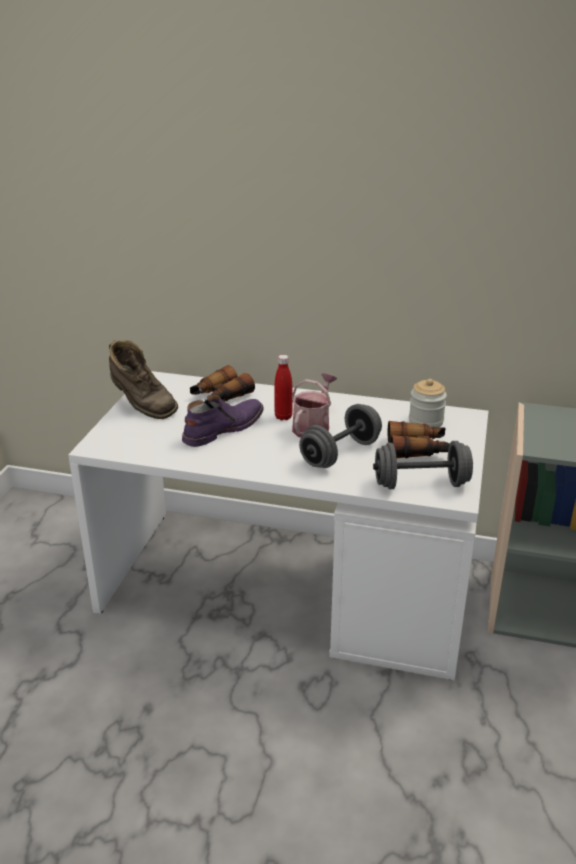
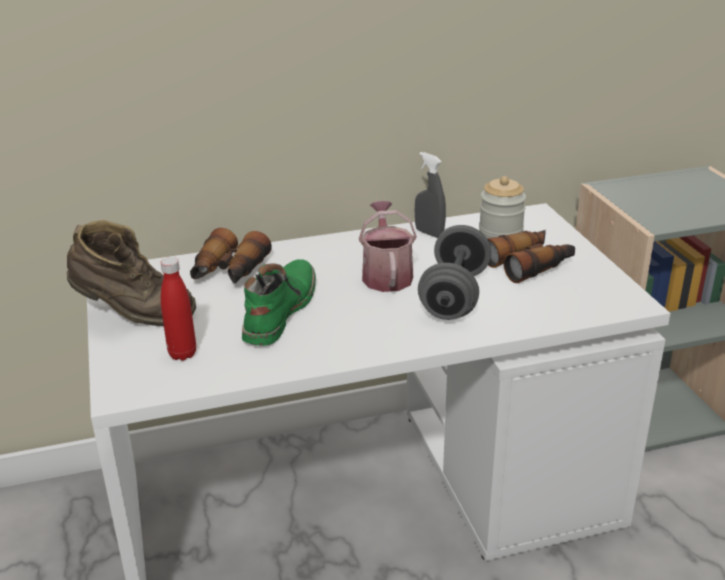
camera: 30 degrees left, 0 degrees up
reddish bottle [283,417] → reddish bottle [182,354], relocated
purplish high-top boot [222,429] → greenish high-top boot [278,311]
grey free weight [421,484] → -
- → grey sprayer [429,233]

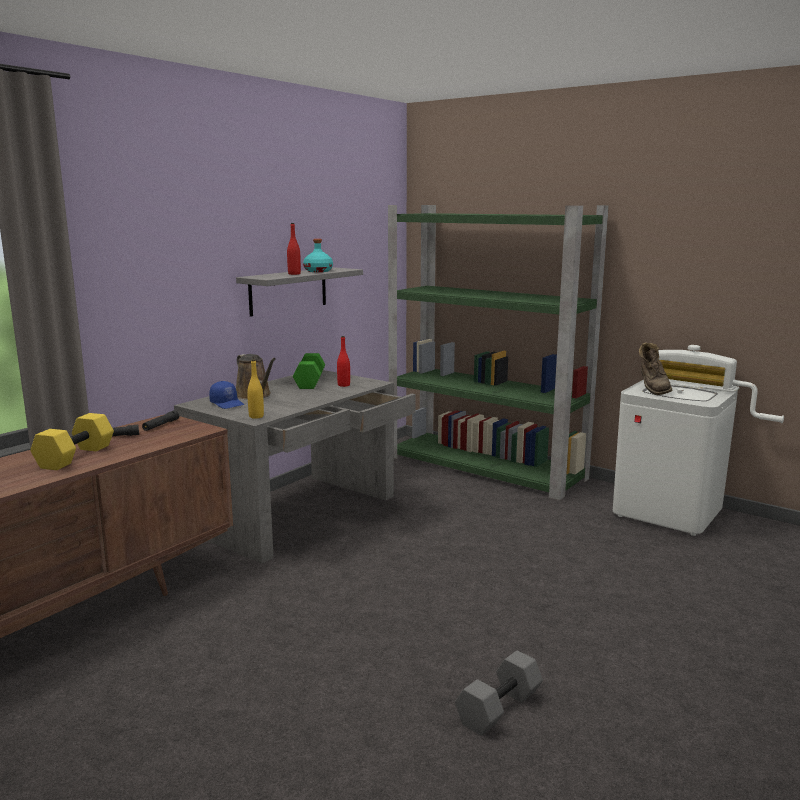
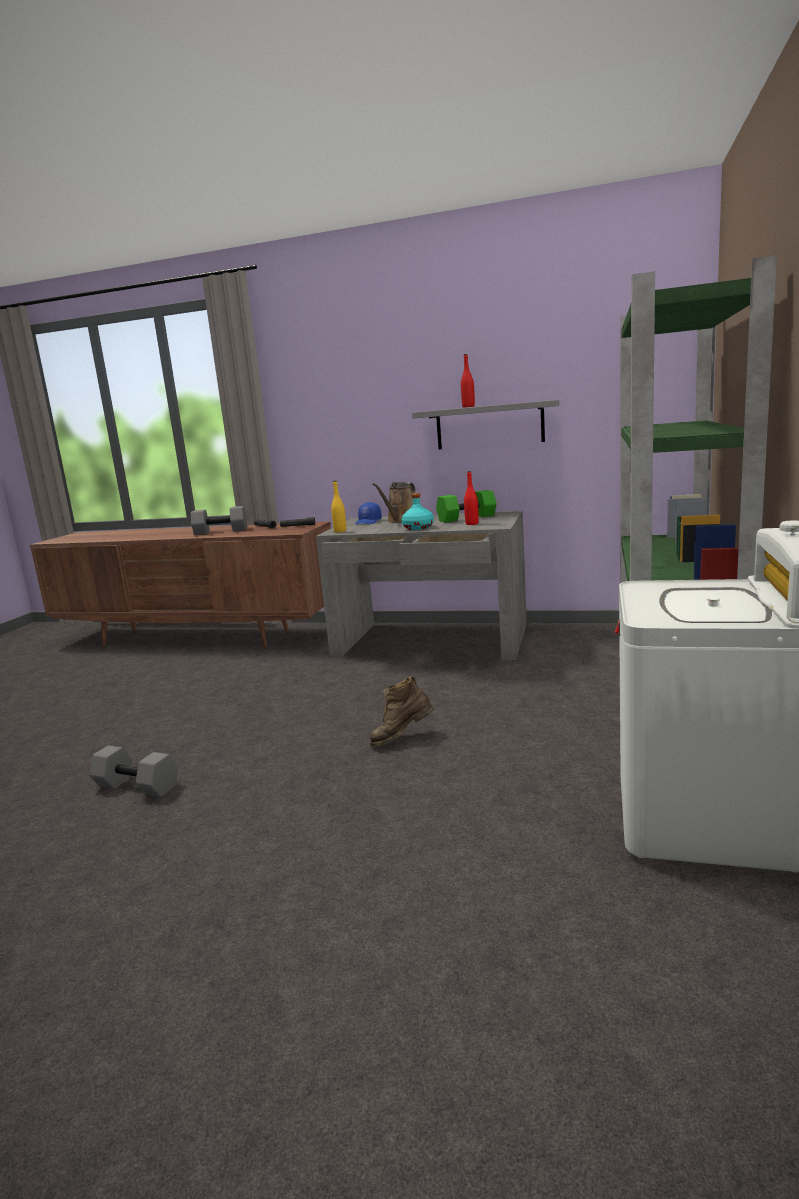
camera: 70 degrees right, 0 degrees up
turquoise bottle [318,271] → turquoise bottle [418,528], relocated
brown-coloured high-top boot [652,389] → brown-coloured high-top boot [402,738], relocated
yellowish free weight [76,457] → grey free weight [220,532]

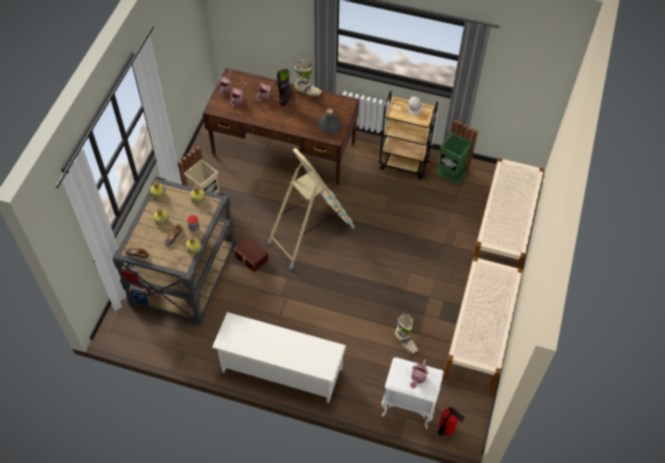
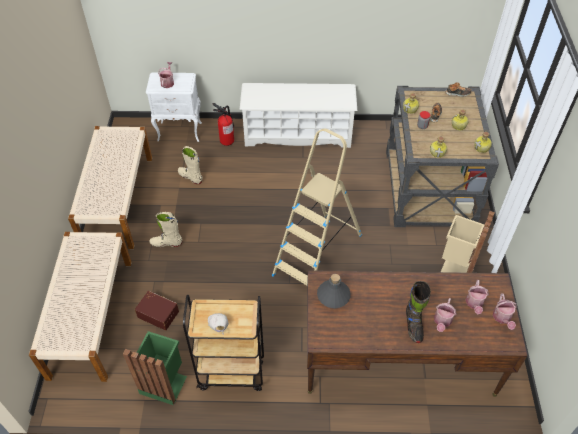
camera: 165 degrees right, 5 degrees down
beige-coloured high-top boot [308,92] → beige-coloured high-top boot [166,243], relocated
brown-coloured storage container [251,258] → brown-coloured storage container [158,313], relocated
fire extinguisher [445,431] → fire extinguisher [227,140], relocated

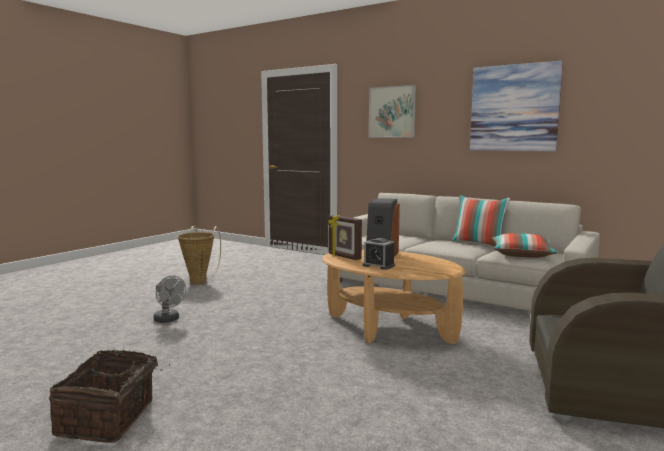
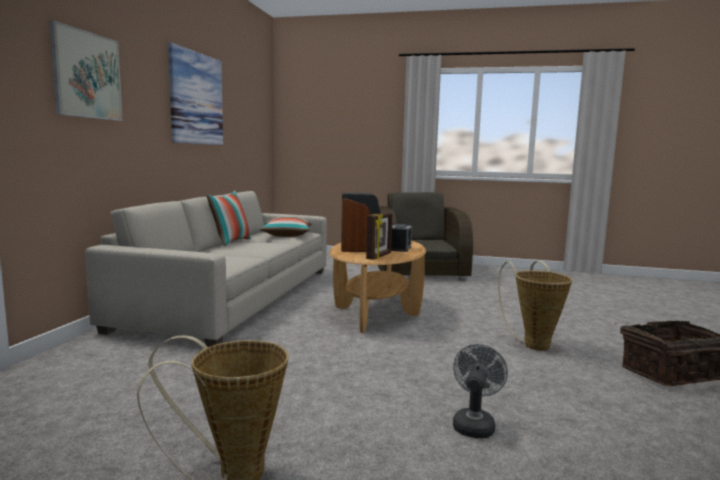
camera: 110 degrees left, 0 degrees up
- → basket [533,344]

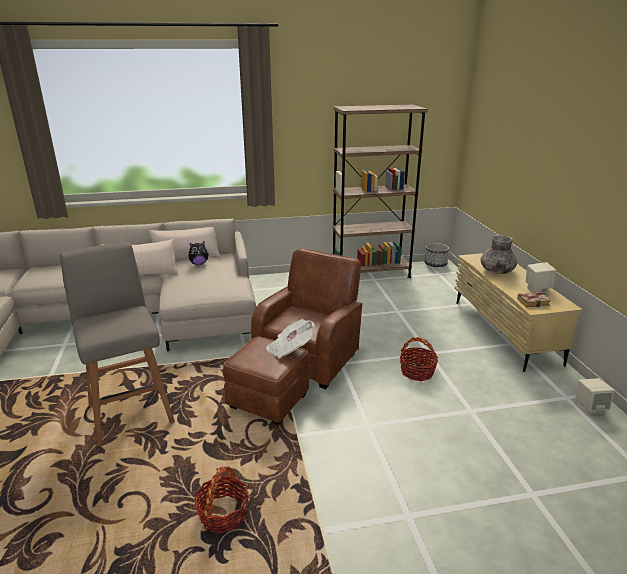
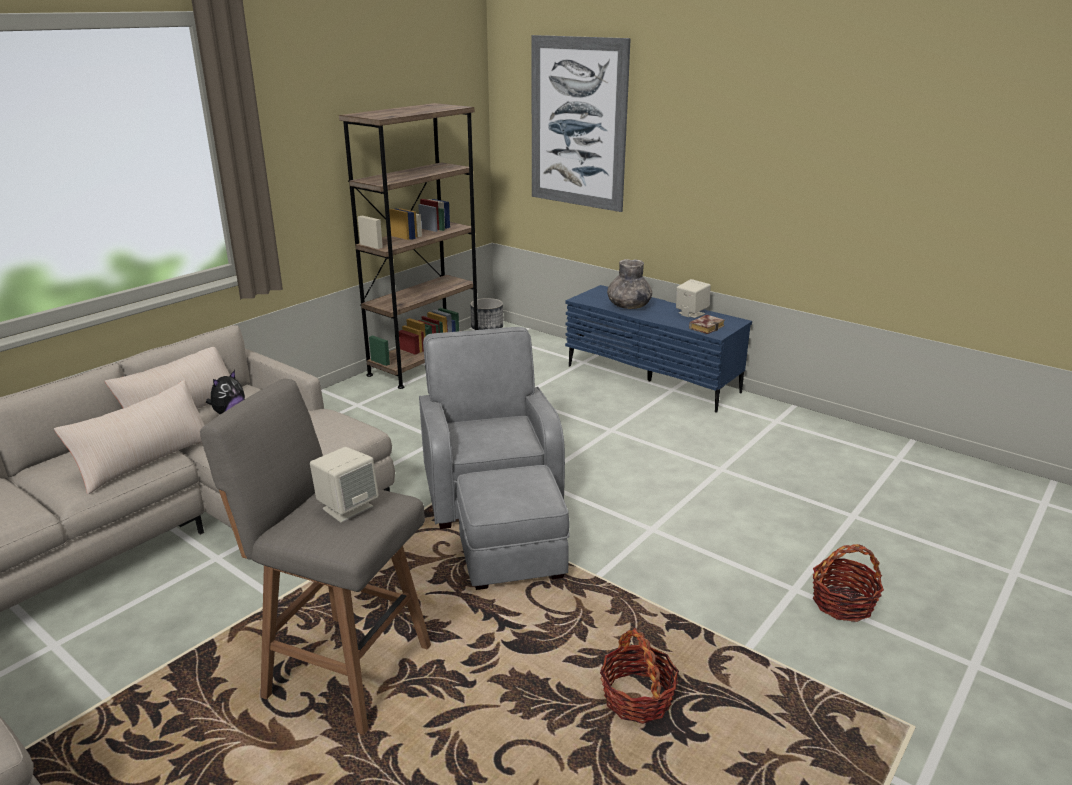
camera: 40 degrees left, 0 degrees up
brown-coloured lounge chair [297,371] → grey lounge chair [496,511]
beige-coloured tv unit [504,332] → blue-coloured tv unit [651,380]
newspaper [290,349] → -
basket [417,372] → basket [842,603], relocated
beige-coloured loudspeaker [590,408] → beige-coloured loudspeaker [347,507], relocated
- → wall picture [578,123]

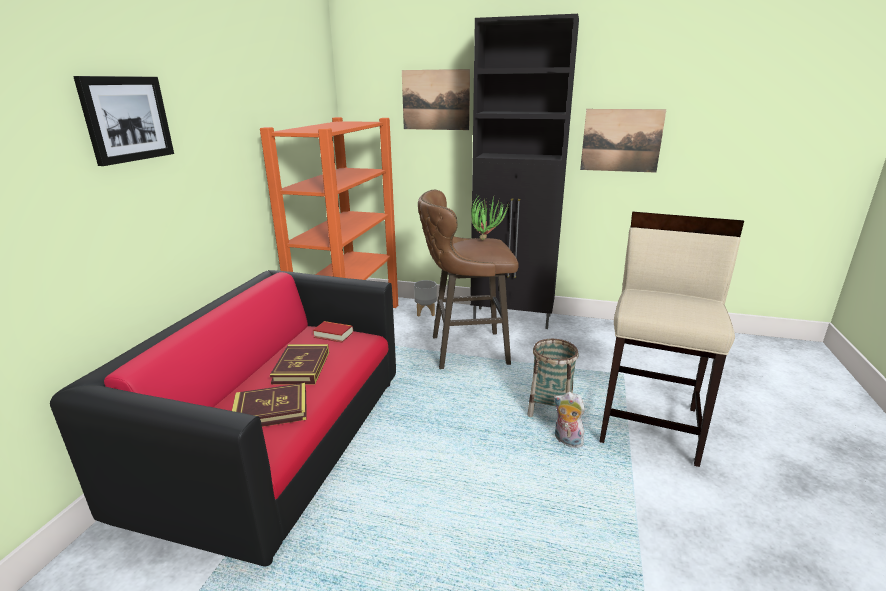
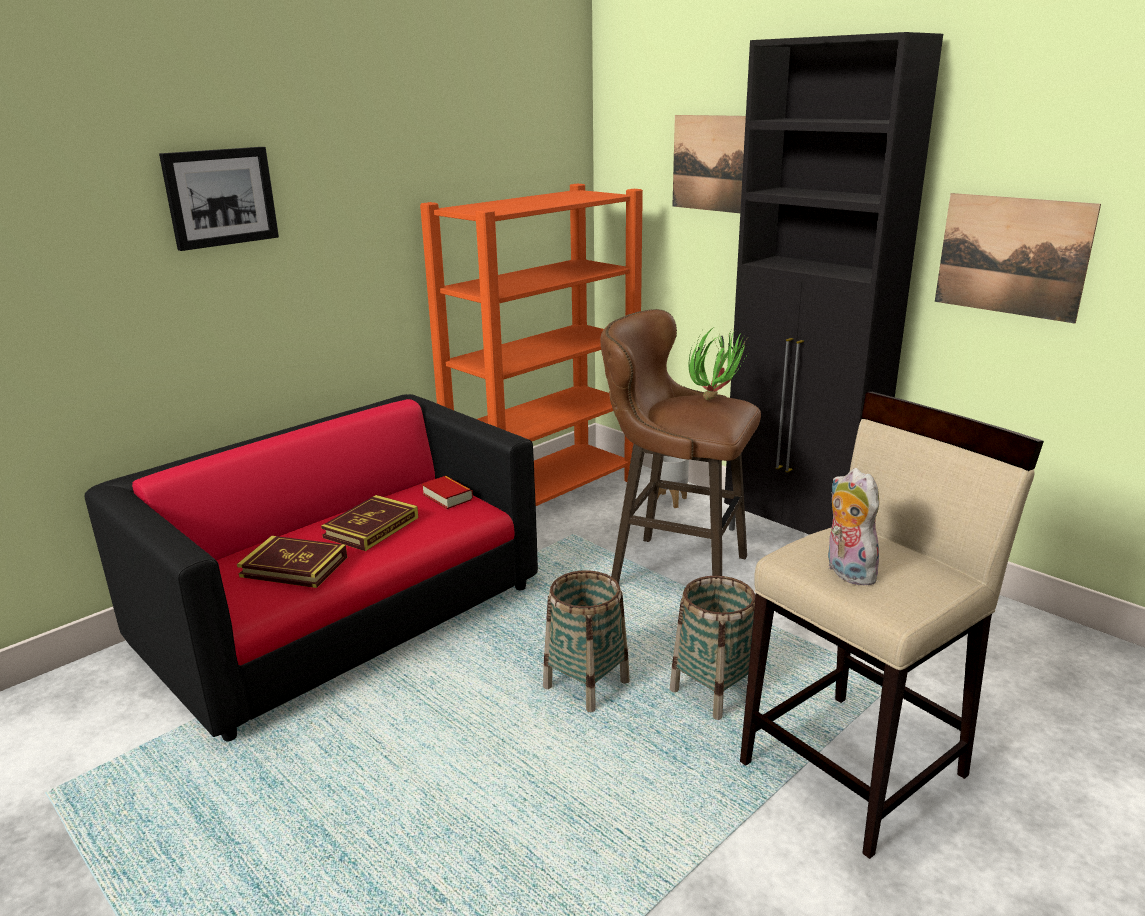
camera: 30 degrees right, 0 degrees up
cuddly toy [566,441] → cuddly toy [846,572], relocated
- → basket [586,684]

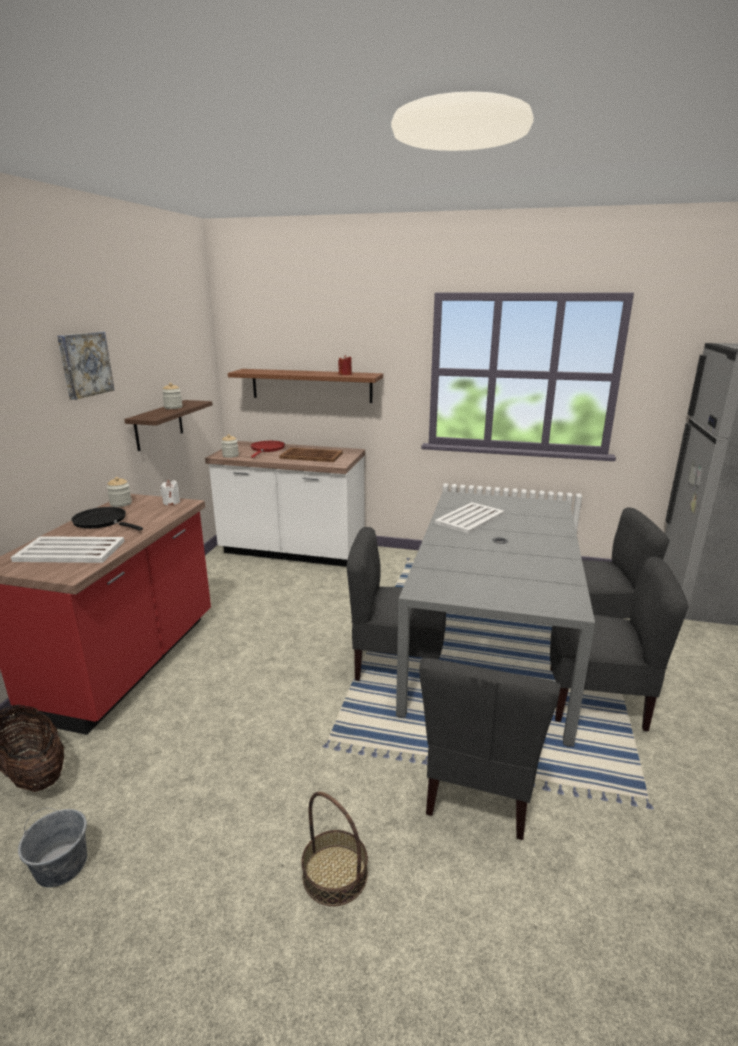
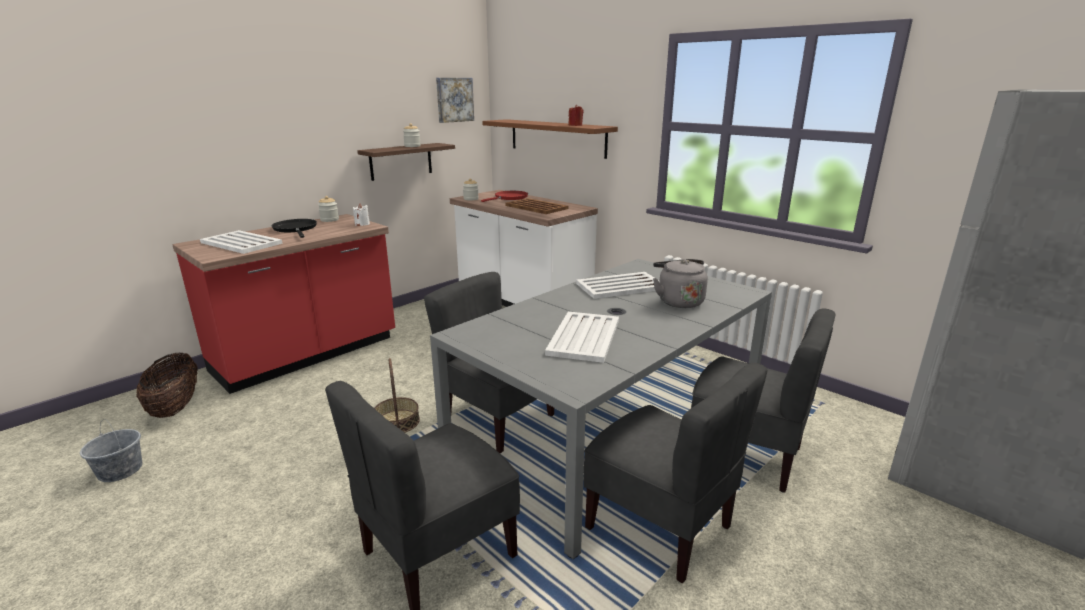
camera: 30 degrees right, 0 degrees up
wall picture [84,364] → wall picture [454,99], relocated
basket [334,874] → basket [397,422], relocated
- → grey kettle [678,301]
- → whitish tray [584,336]

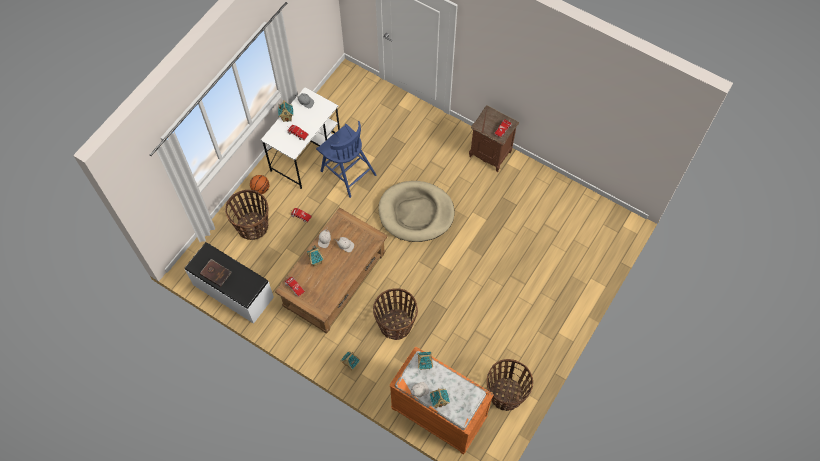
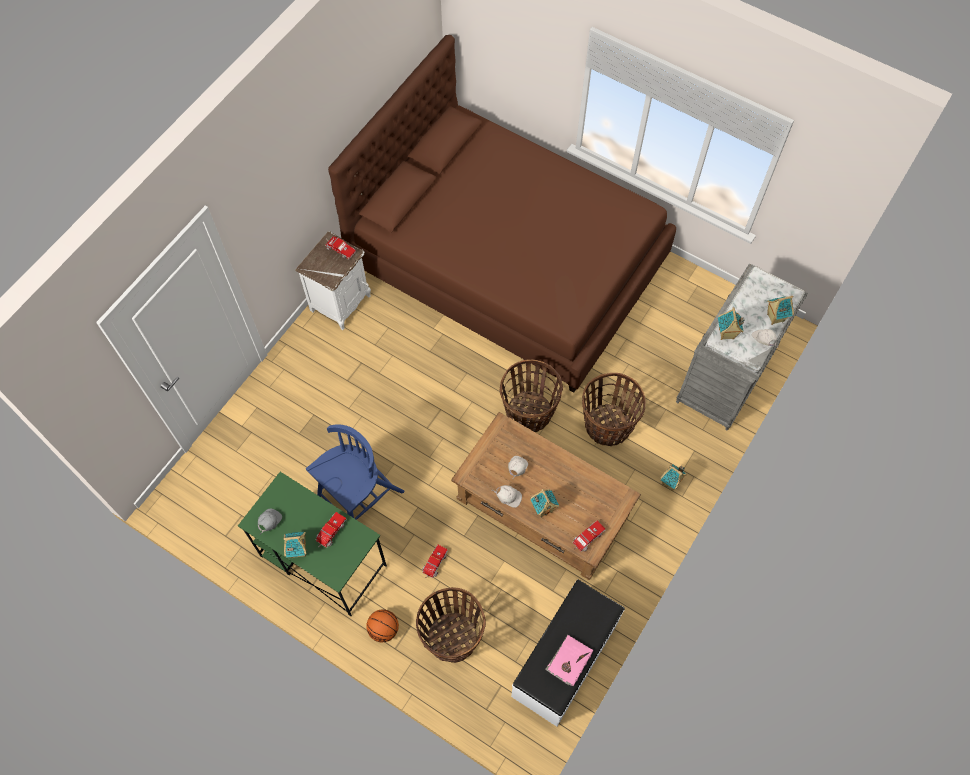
camera: 90 degrees left, 0 degrees up
whitish desk table [306,154] → greenish desk table [322,560]
brown-coloured bedside table [490,155] → whitish bedside table [341,303]
beige-coloured pet bed [416,213] → -
brown-coloured bound book [216,273] → pink-coloured bound book [569,660]
orange drawer chest [438,413] → grey drawer chest [726,374]
basket [505,394] → basket [529,413], relocated
- → brown-coloured bedroom bed [507,261]

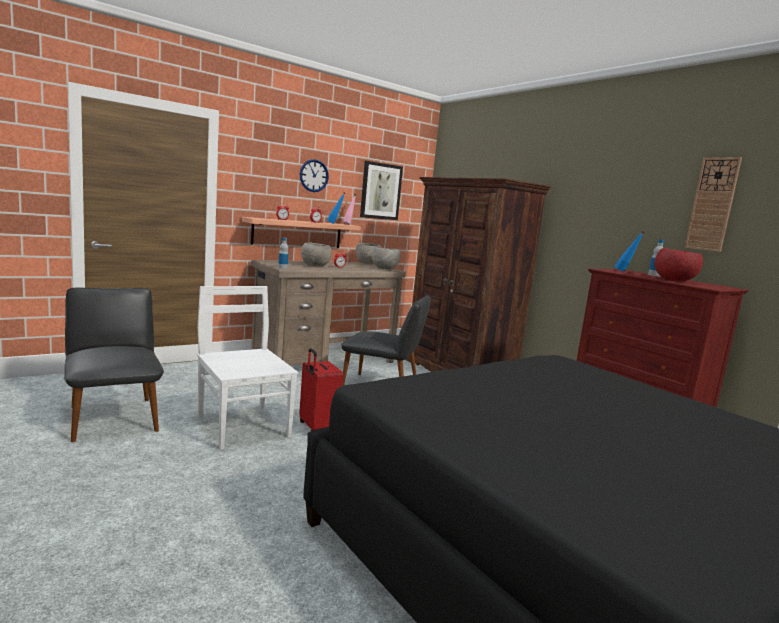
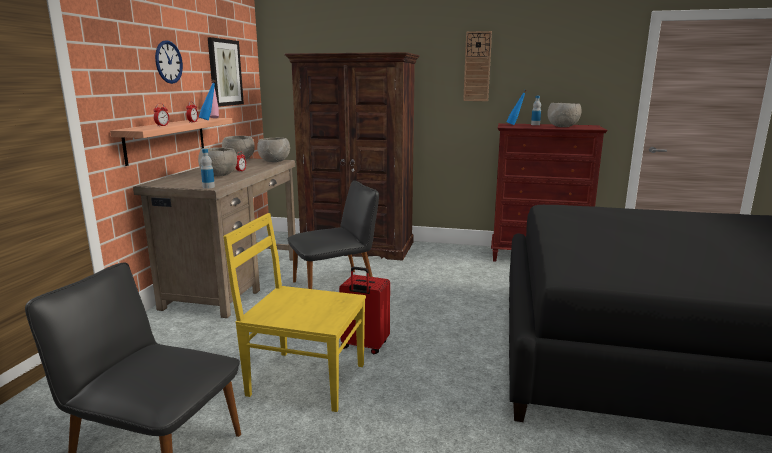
camera: 40 degrees left, 5 degrees up
clock on the wall [712,204] → clock on the wall [477,66], relocated
reddish deep dish [674,280] → grey deep dish [563,127]
whitish upright chair [242,425] → yellowish upright chair [304,379]

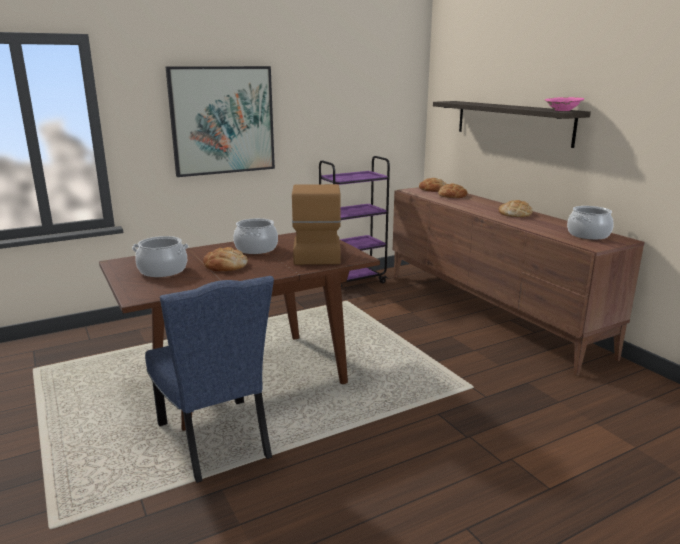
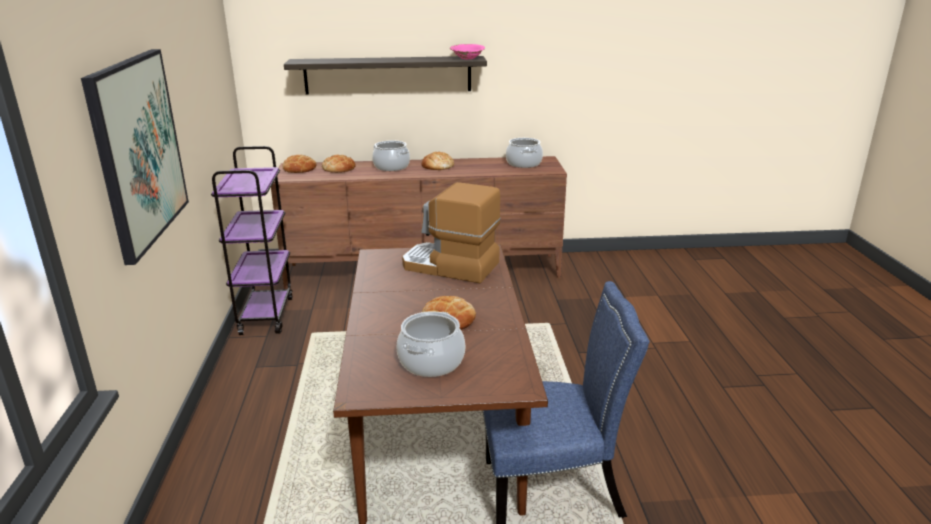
camera: 65 degrees left, 5 degrees up
cooking pot [256,249] → cooking pot [391,167], relocated

